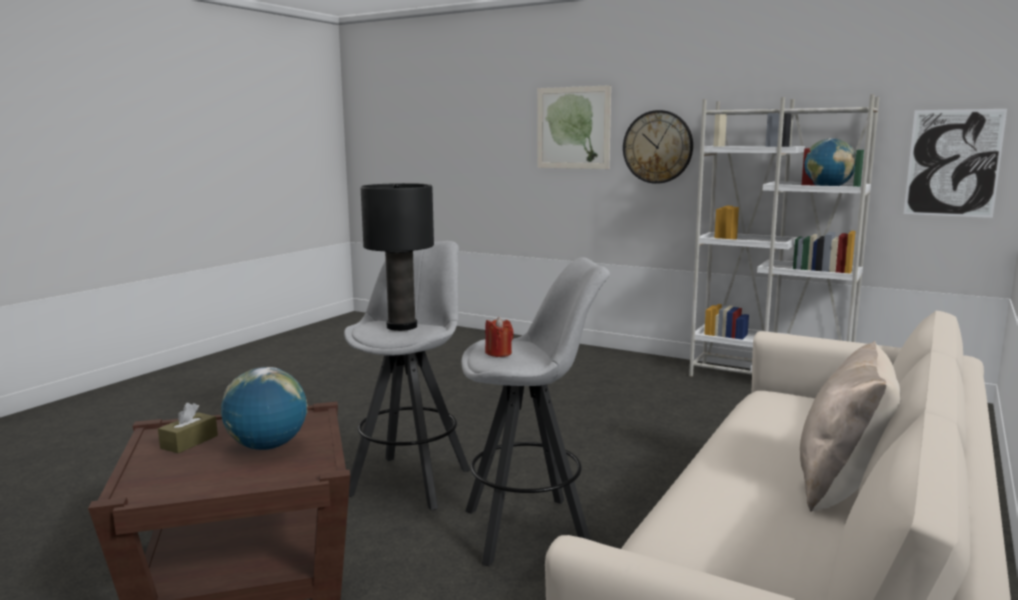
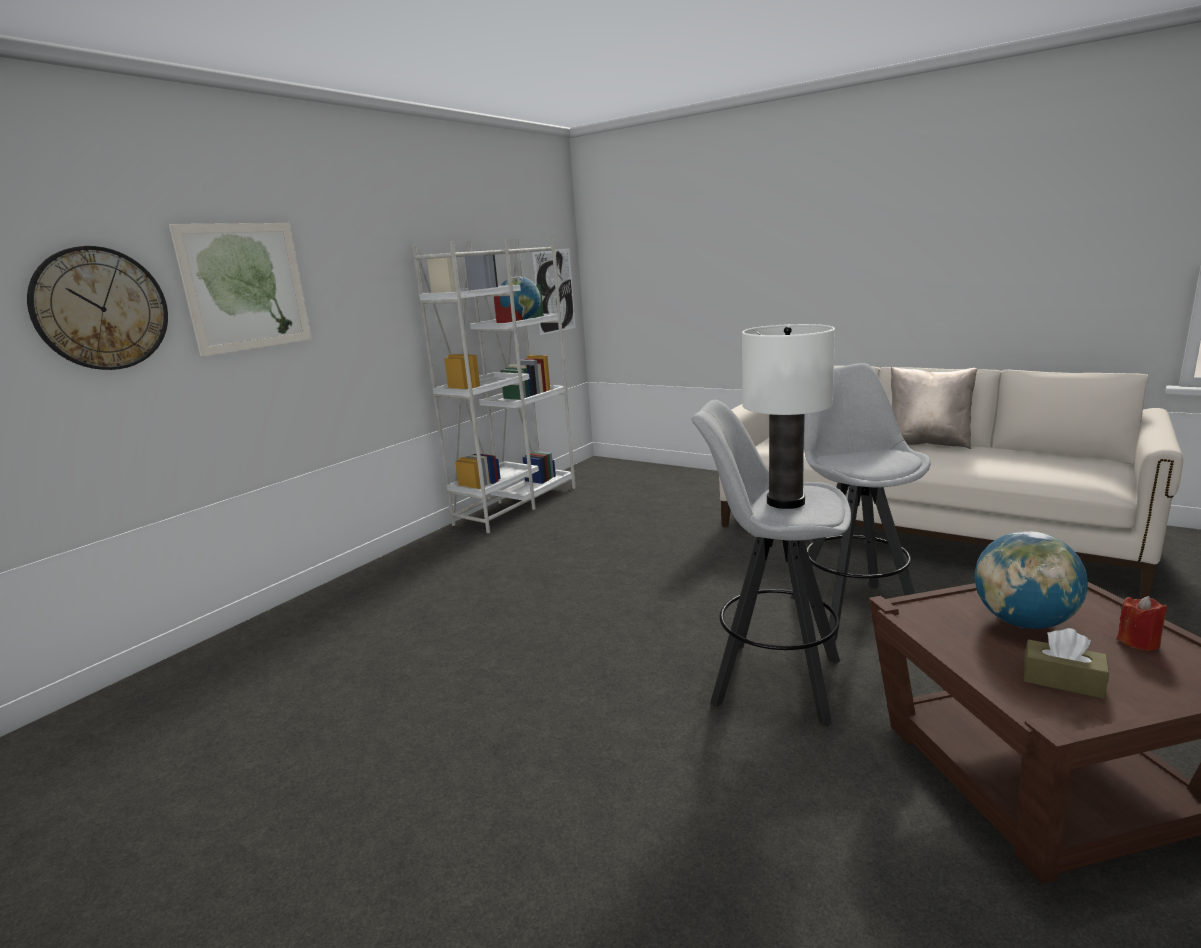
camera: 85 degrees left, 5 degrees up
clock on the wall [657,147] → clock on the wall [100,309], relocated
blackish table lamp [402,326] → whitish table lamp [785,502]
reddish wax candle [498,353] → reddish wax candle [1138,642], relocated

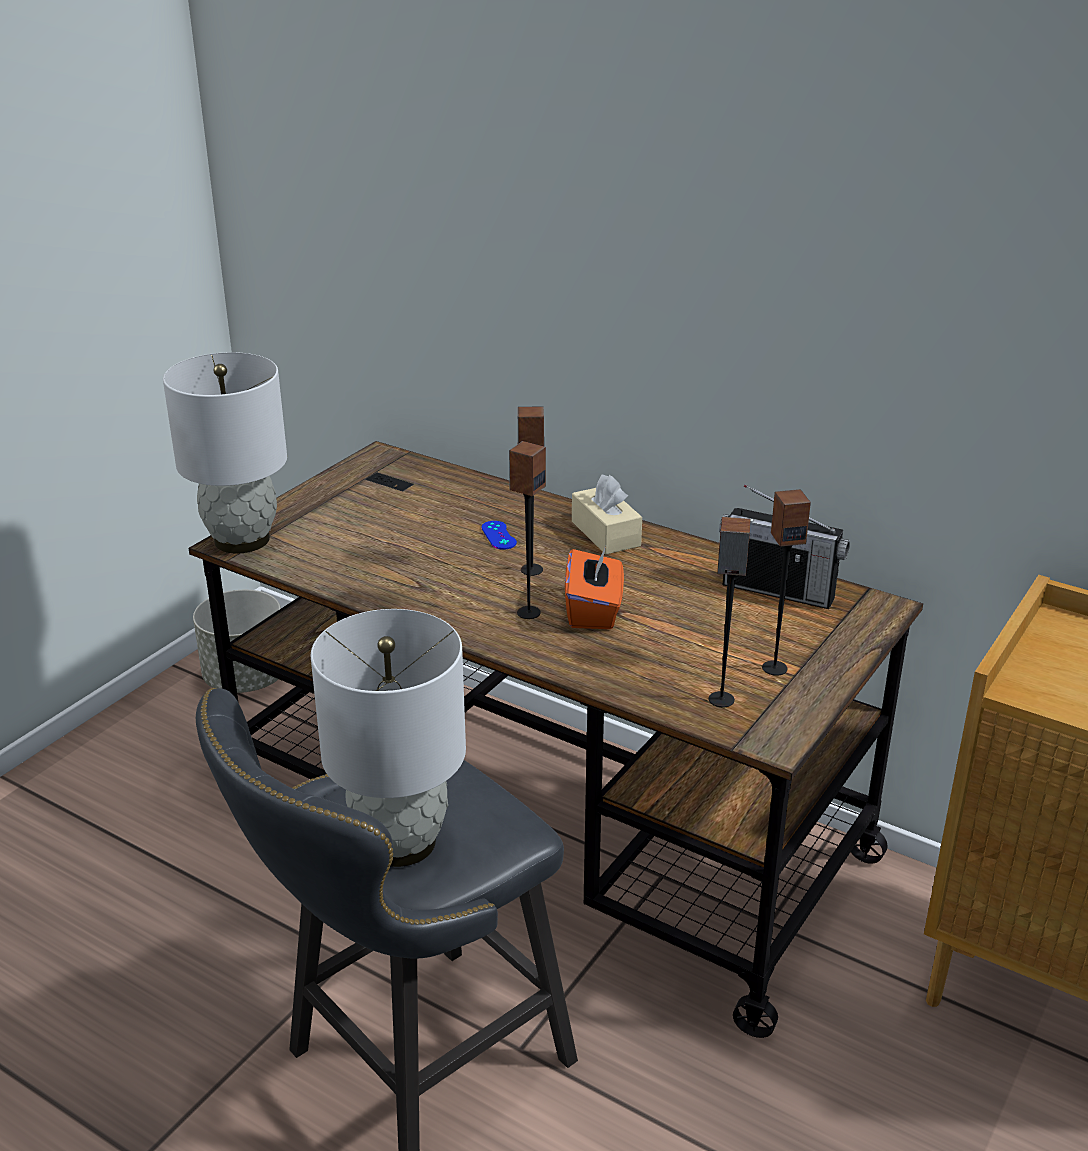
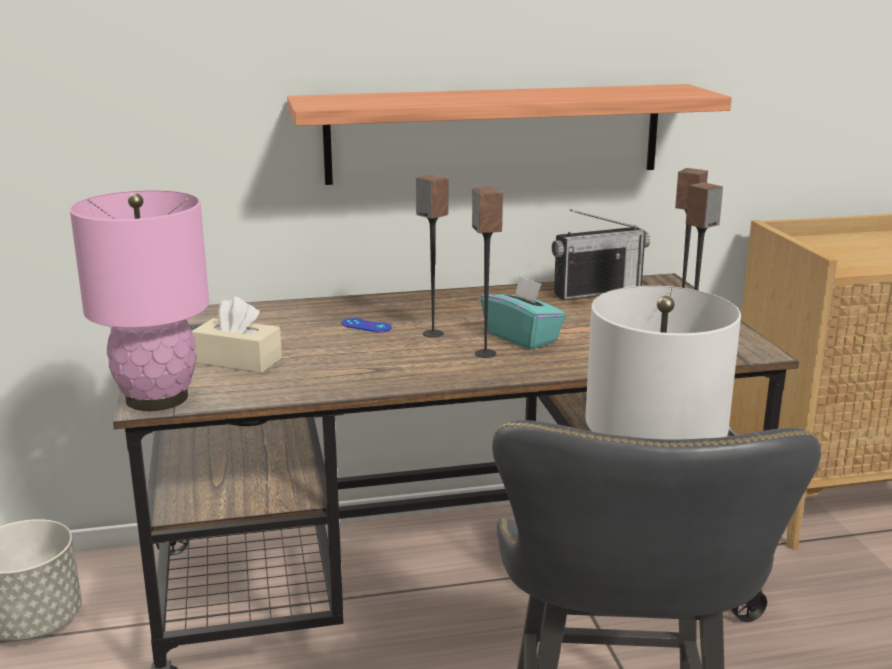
camera: 45 degrees left, 10 degrees down
whitish table lamp [241,539] → pink-coloured table lamp [156,398]
beige-coloured tissue holder [605,533] → beige-coloured tissue holder [238,360], relocated
orange tissue holder [594,611] → turquoise tissue holder [522,338]
- → wall shelf [495,133]

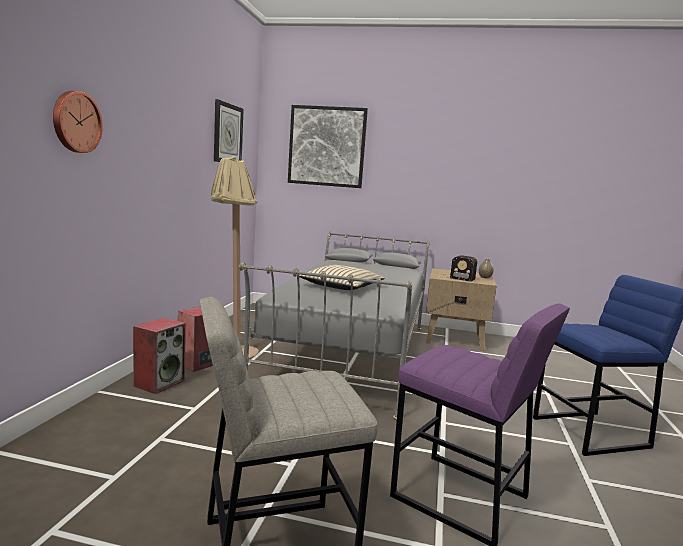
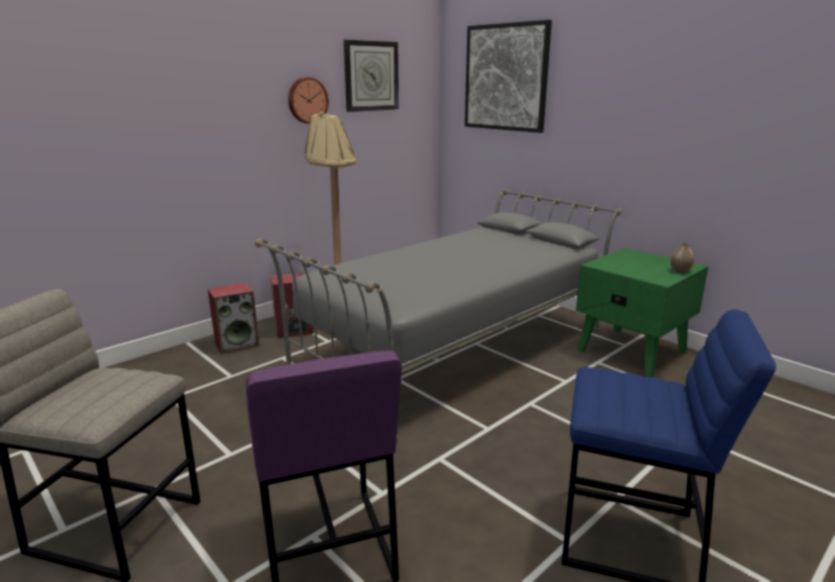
camera: 35 degrees right, 10 degrees up
clock on the wall [75,122] → clock on the wall [307,100], relocated
radio set [455,277] → -
beige-coloured cushion [341,286] → -
beige-coloured bedside table [455,338] → greenish bedside table [632,351]

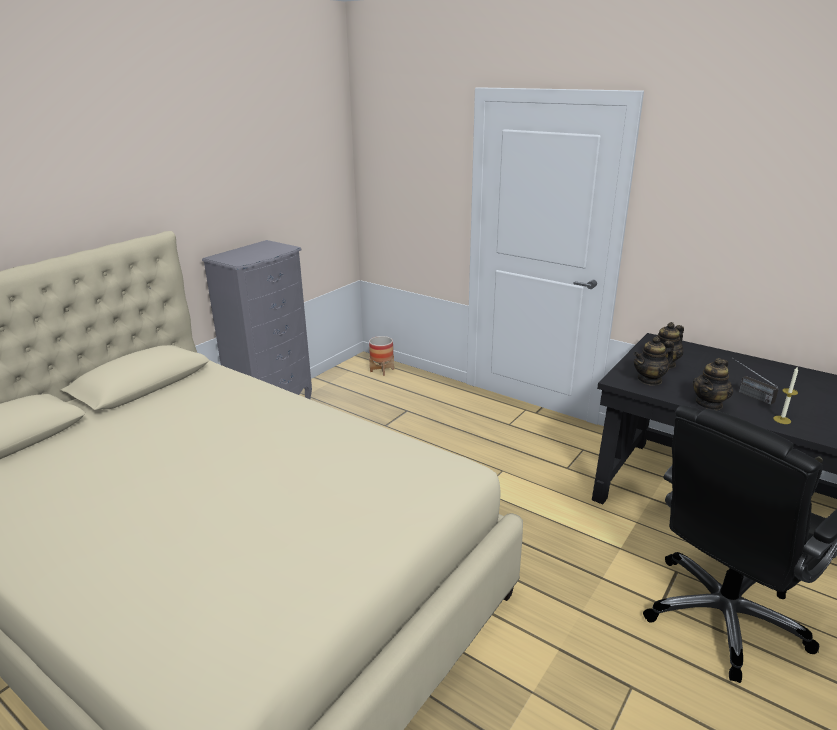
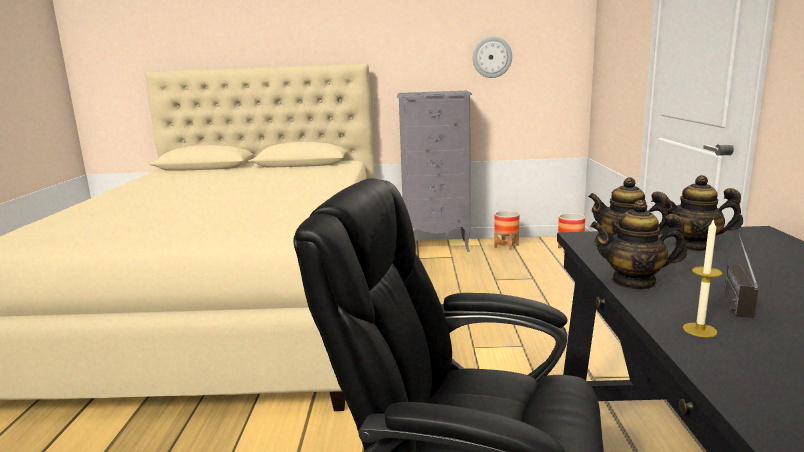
camera: 55 degrees right, 10 degrees down
- → clock on the wall [492,57]
- → planter [506,246]

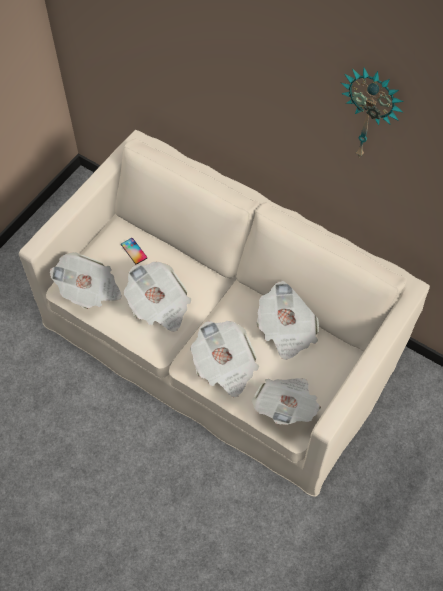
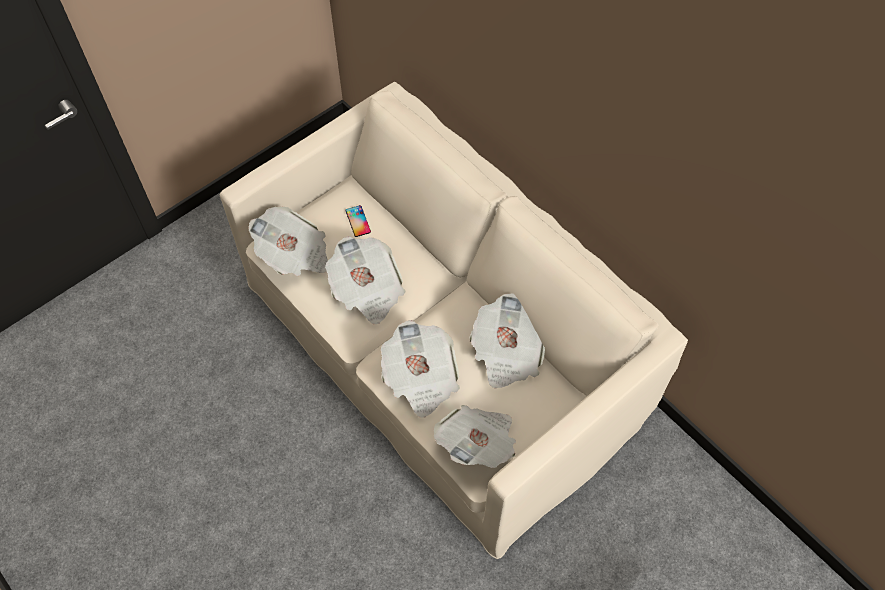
camera: 15 degrees right, 0 degrees up
clock on the wall [370,113] → -

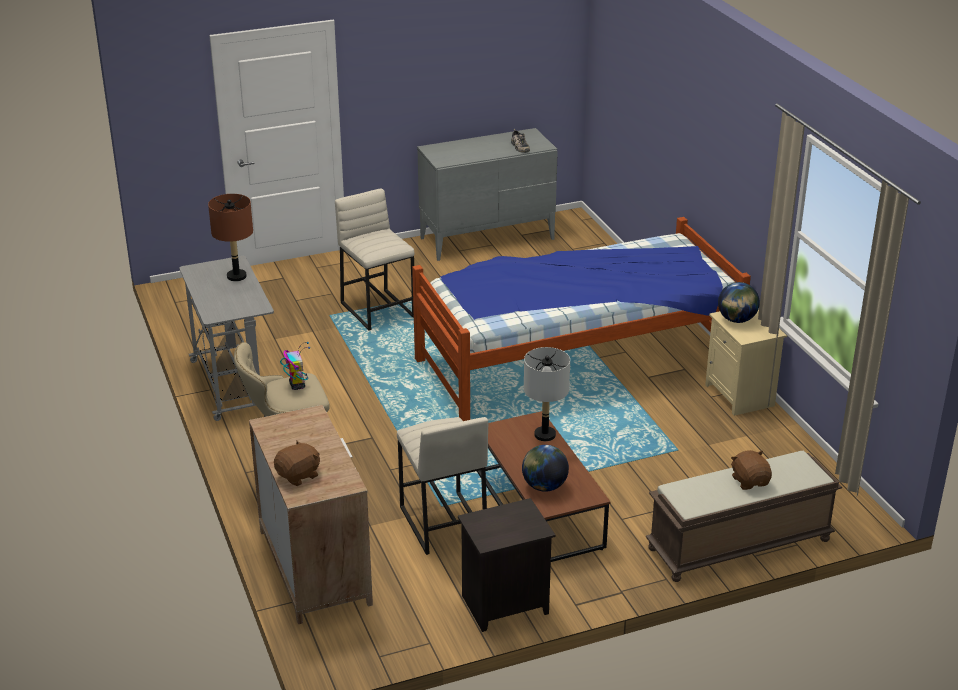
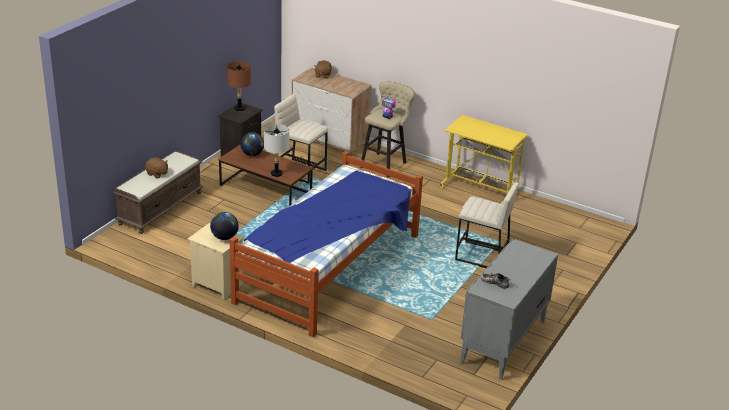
camera: 140 degrees right, 0 degrees up
brown-coloured table lamp [237,276] → brown-coloured table lamp [239,109], relocated
grey desk table [234,384] → yellowish desk table [479,189]

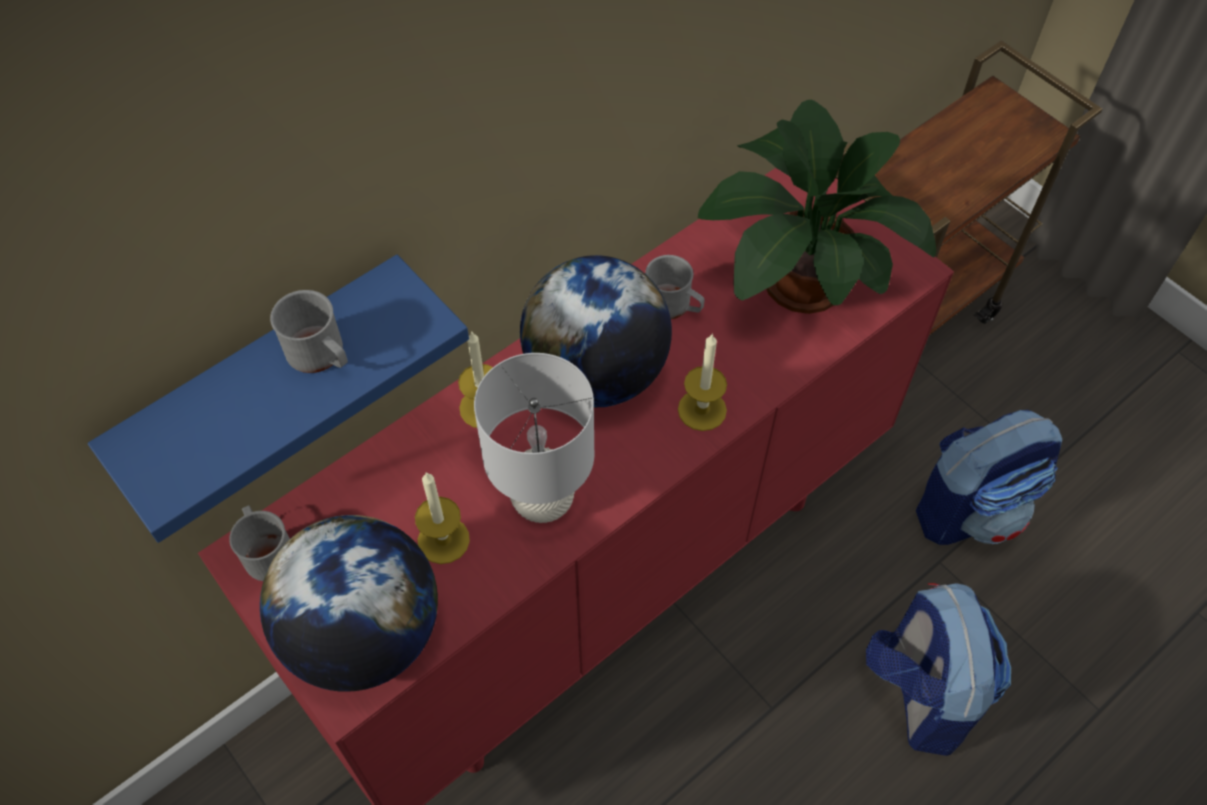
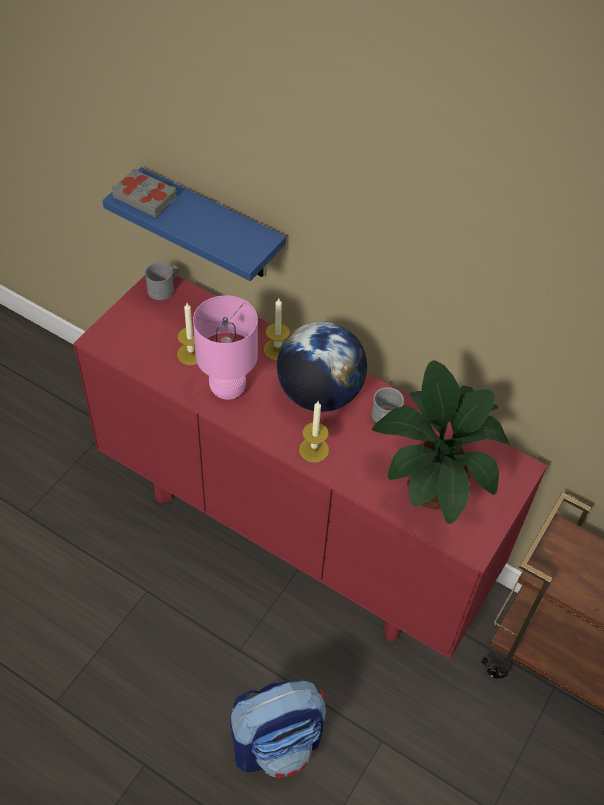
camera: 70 degrees right, 5 degrees down
grey tea mug [321,355] → -
grey table lamp [545,502] → pink-coloured table lamp [227,391]
knapsack [970,509] → -
desk globe [365,635] → -
- → grey bound book [145,197]

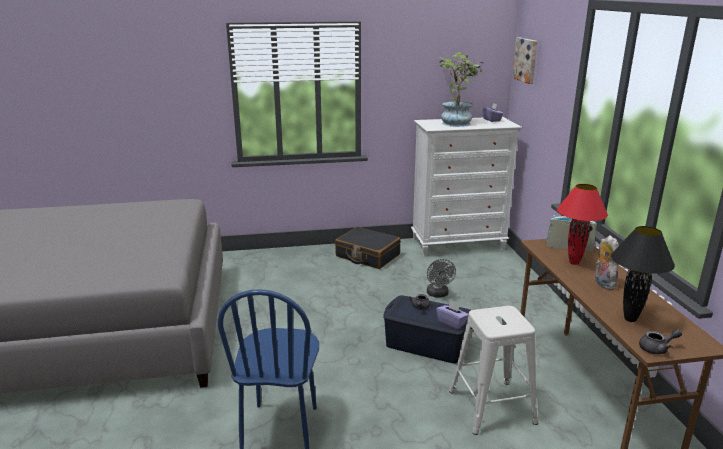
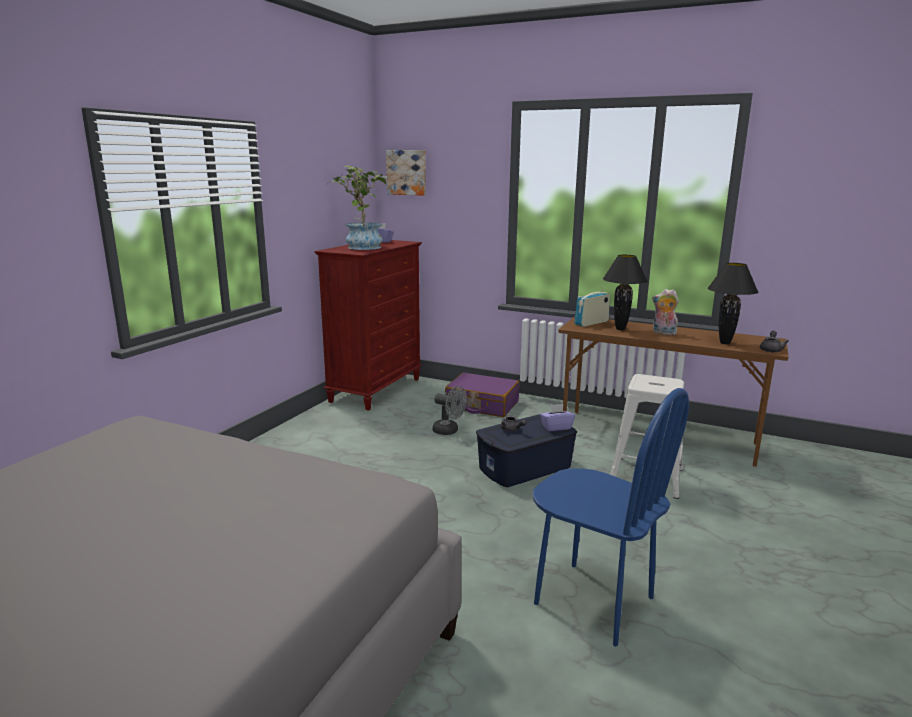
camera: 55 degrees left, 5 degrees down
whitish drawer chest [458,244] → reddish drawer chest [376,390]
reddish table lamp [574,262] → blackish table lamp [620,329]
blackish piece of luggage [367,256] → -
- → purplish piece of luggage [482,404]

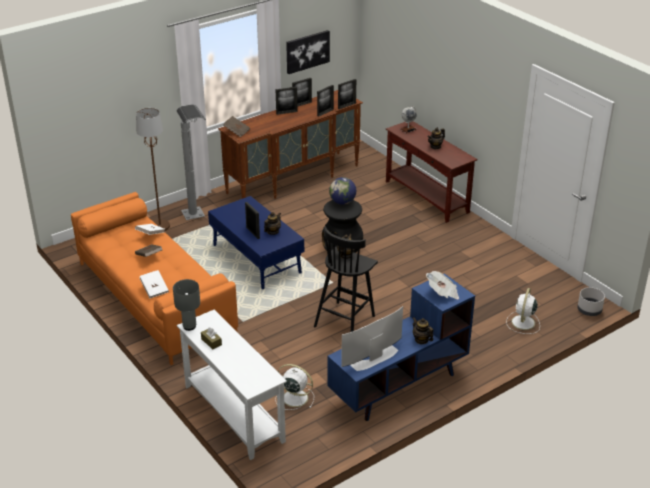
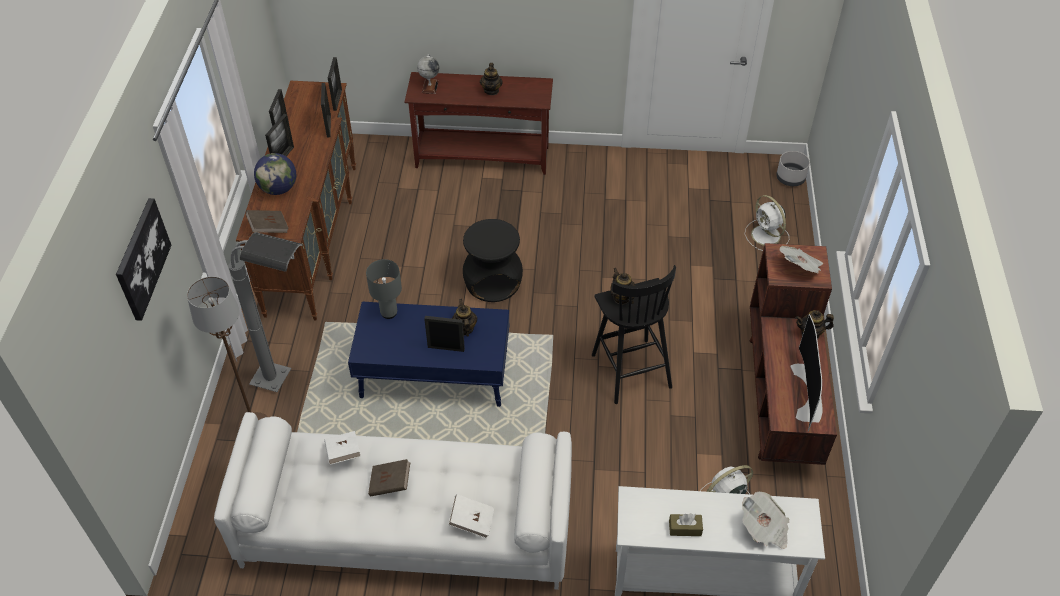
camera: 50 degrees left, 15 degrees up
wall picture [307,51] → wall picture [142,258], relocated
desk globe [342,202] → desk globe [278,189], relocated
orange settee [155,298] → whitish settee [405,525]
blue-coloured tv unit [398,387] → brown-coloured tv unit [781,399]
grey table lamp [189,327] → grey table lamp [389,313], relocated
- → newspaper [764,528]

